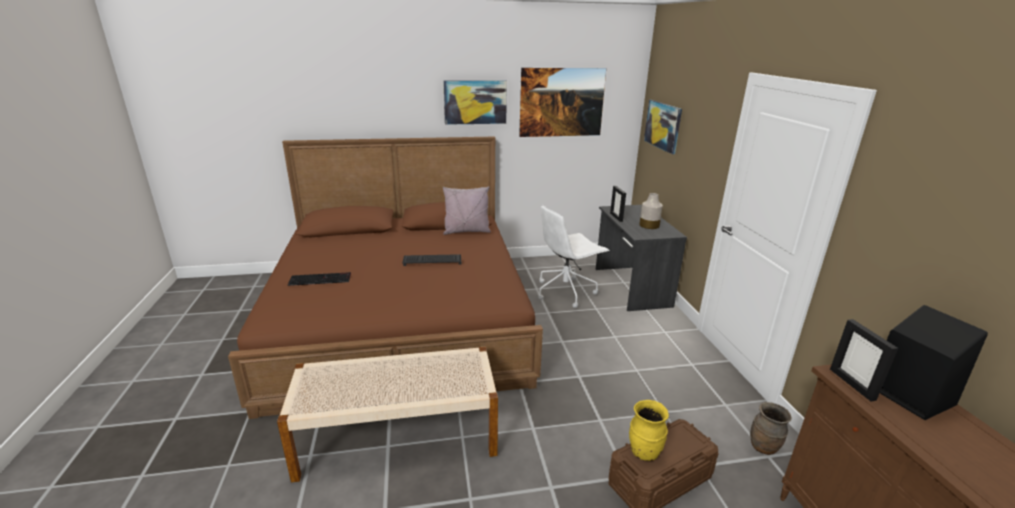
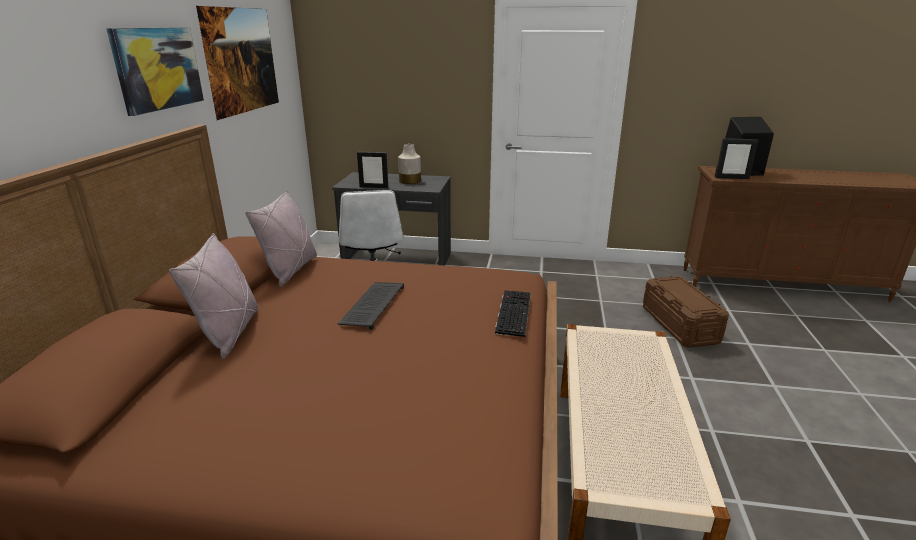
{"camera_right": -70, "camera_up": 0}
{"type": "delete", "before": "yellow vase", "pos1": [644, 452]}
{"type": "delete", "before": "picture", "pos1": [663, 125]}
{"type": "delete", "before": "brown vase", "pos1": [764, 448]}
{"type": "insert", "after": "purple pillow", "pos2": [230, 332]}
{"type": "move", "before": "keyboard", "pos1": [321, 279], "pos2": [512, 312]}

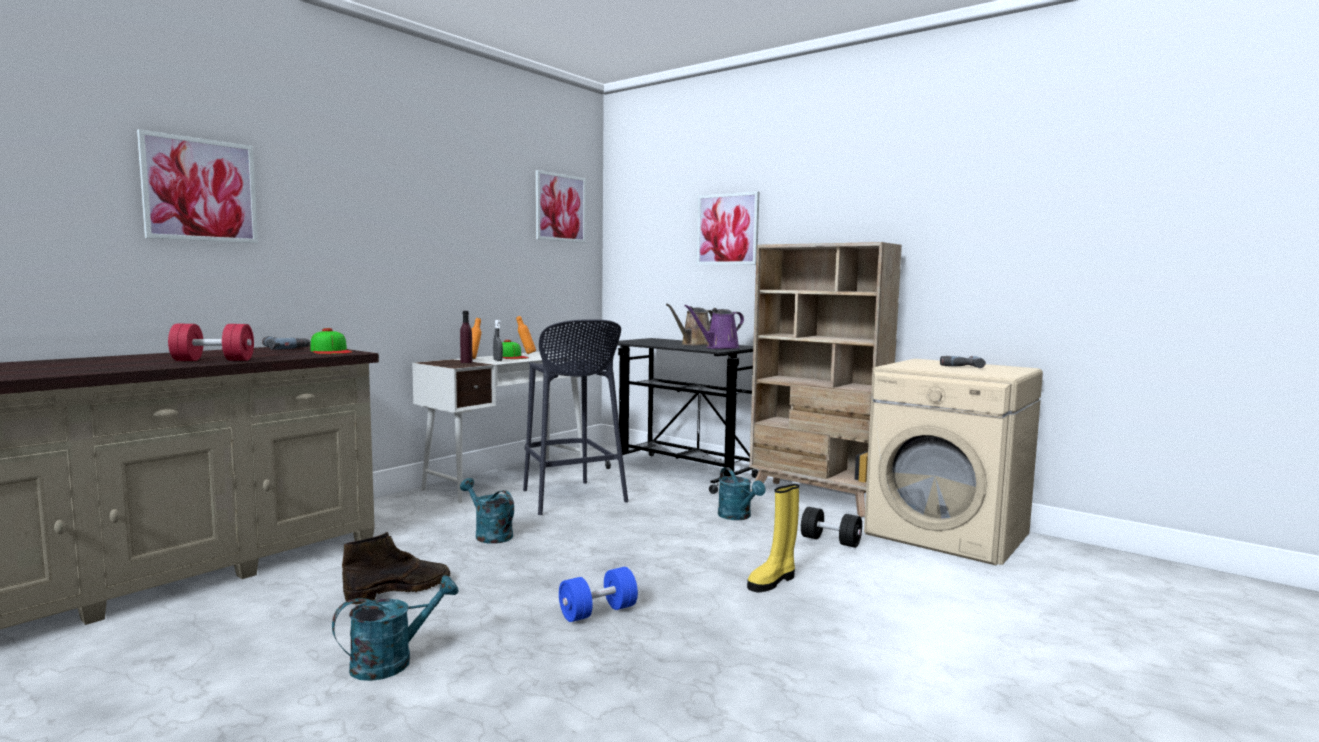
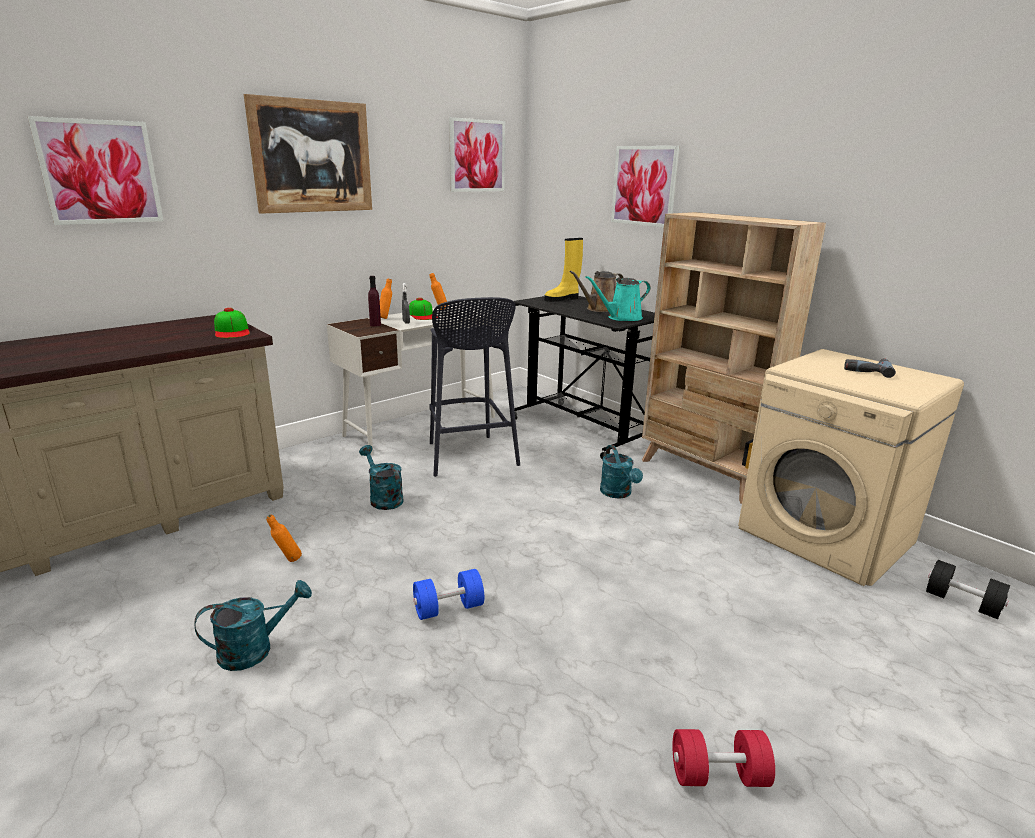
{"camera_right": 10, "camera_up": 15}
{"type": "delete", "before": "power drill", "pos1": [284, 347]}
{"type": "insert", "after": "picture", "pos2": [312, 157]}
{"type": "move", "before": "red dumbbell", "pos1": [213, 360], "pos2": [718, 775]}
{"type": "move", "before": "yellow boot", "pos1": [772, 581], "pos2": [562, 299]}
{"type": "move", "before": "black dumbbell", "pos1": [830, 541], "pos2": [962, 603]}
{"type": "replace", "before": "brown boot", "after": "orange bottle", "pos1": [400, 589], "pos2": [287, 561]}
{"type": "recolor", "before": "purple watering can", "after": "turquoise watering can", "pos1": [719, 348], "pos2": [621, 318]}

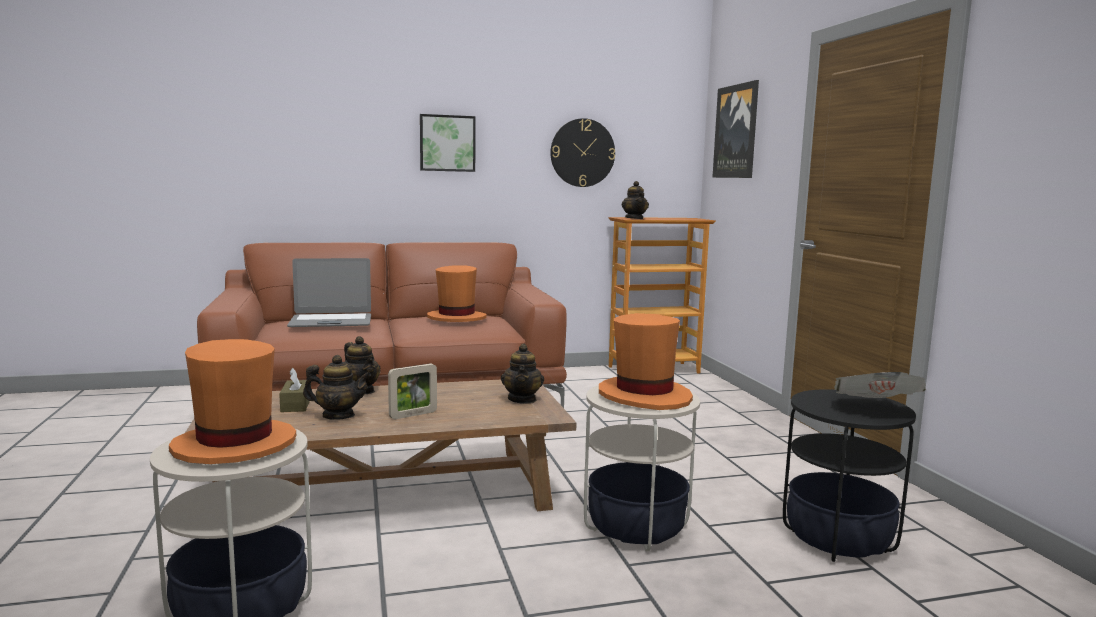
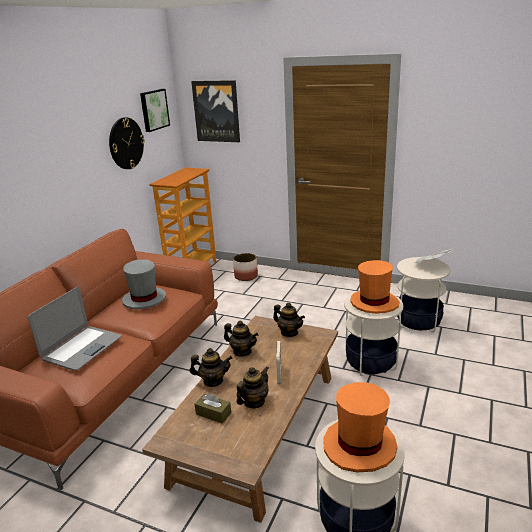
{"camera_right": -50, "camera_up": 15}
{"type": "insert", "after": "planter", "pos2": [246, 276]}
{"type": "move", "before": "picture", "pos1": [447, 143], "pos2": [153, 110]}
{"type": "move", "before": "teapot", "pos1": [634, 218], "pos2": [242, 352]}
{"type": "recolor", "before": "orange hat", "after": "grey hat", "pos1": [456, 318], "pos2": [144, 299]}
{"type": "recolor", "before": "black side table", "after": "beige side table", "pos1": [838, 541], "pos2": [418, 322]}

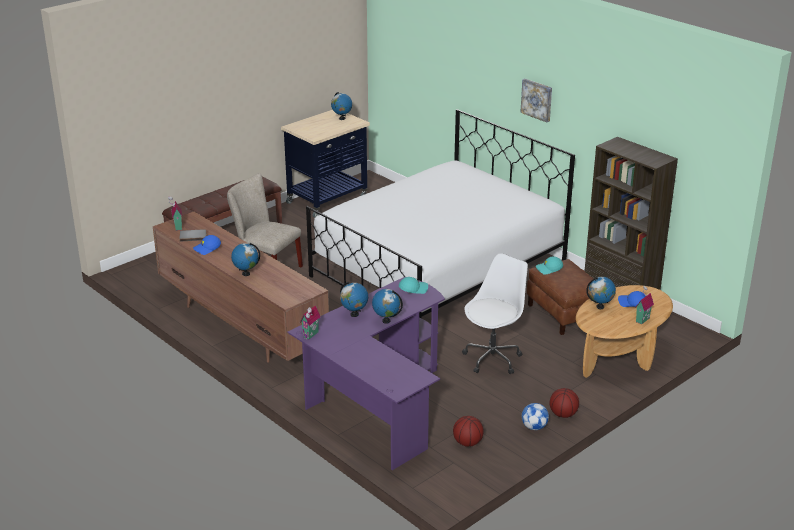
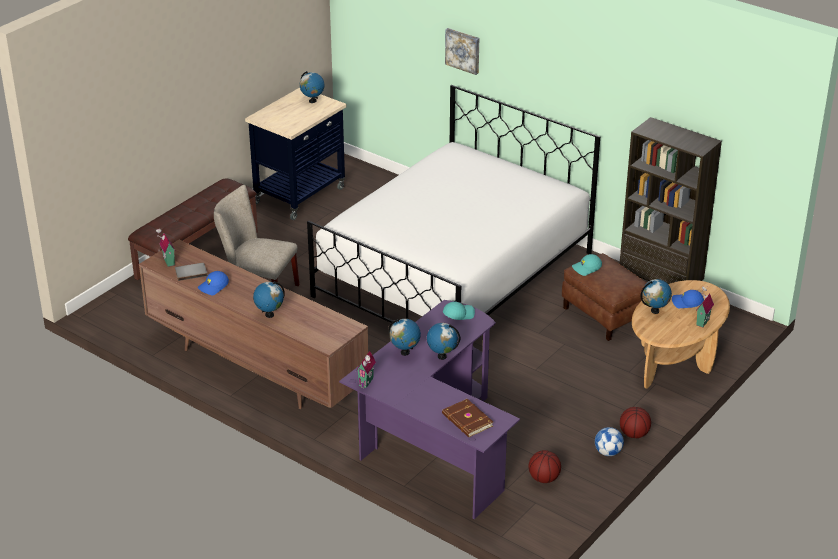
{"camera_right": -10, "camera_up": 5}
{"type": "delete", "before": "white office chair", "pos1": [493, 359]}
{"type": "insert", "after": "brown book", "pos2": [467, 420]}
{"type": "move", "before": "picture", "pos1": [537, 99], "pos2": [463, 50]}

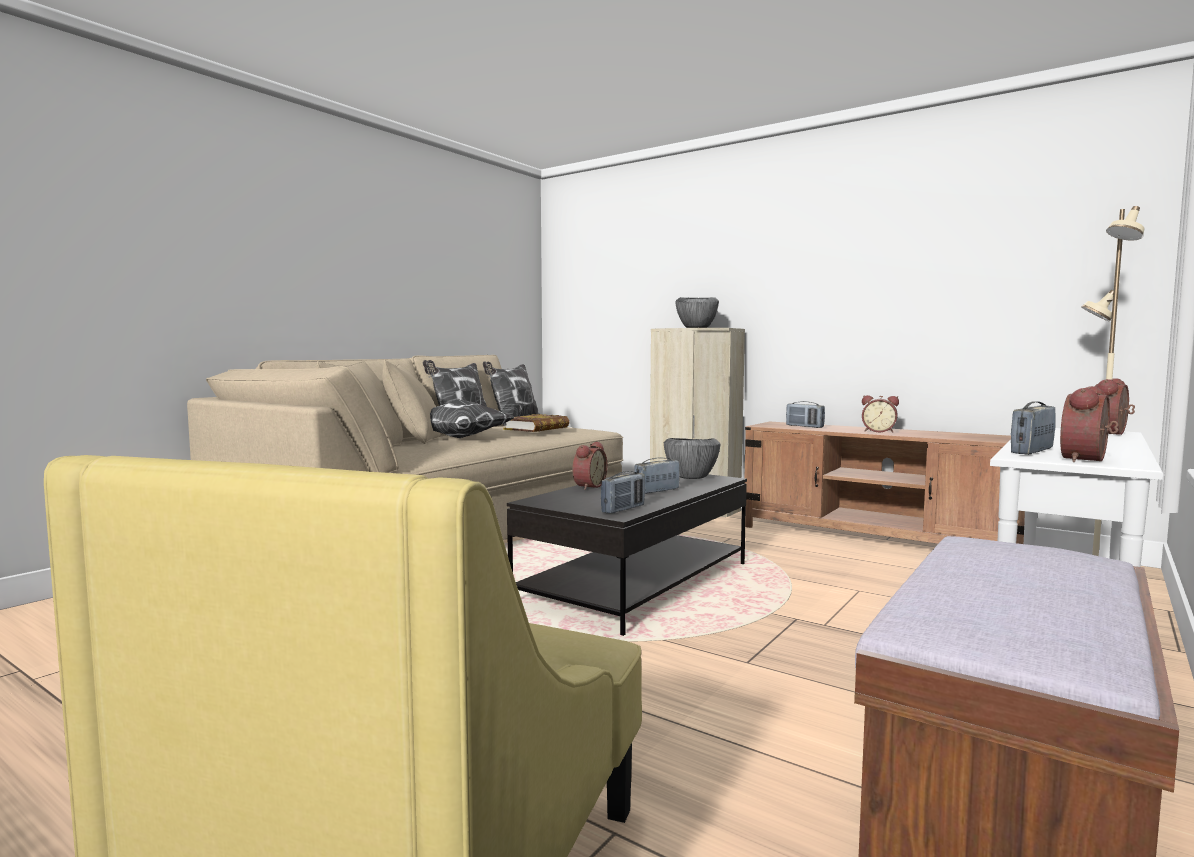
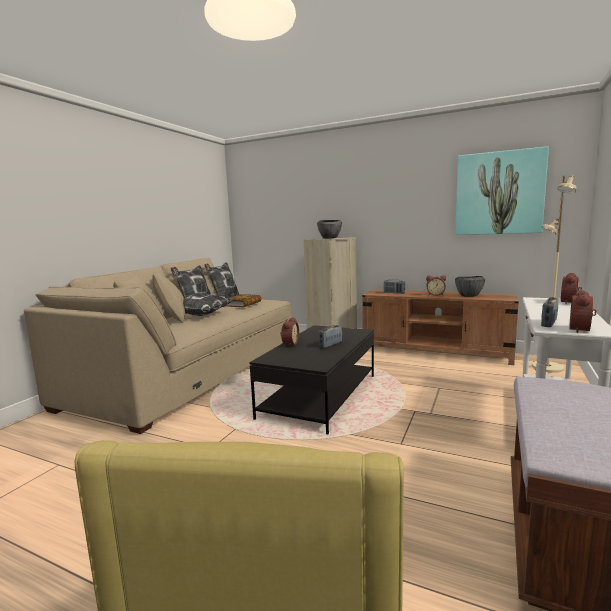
{"camera_right": -10, "camera_up": 5}
{"type": "delete", "before": "radio", "pos1": [623, 509]}
{"type": "insert", "after": "picture", "pos2": [499, 193]}
{"type": "move", "before": "bowl", "pos1": [691, 477], "pos2": [469, 296]}

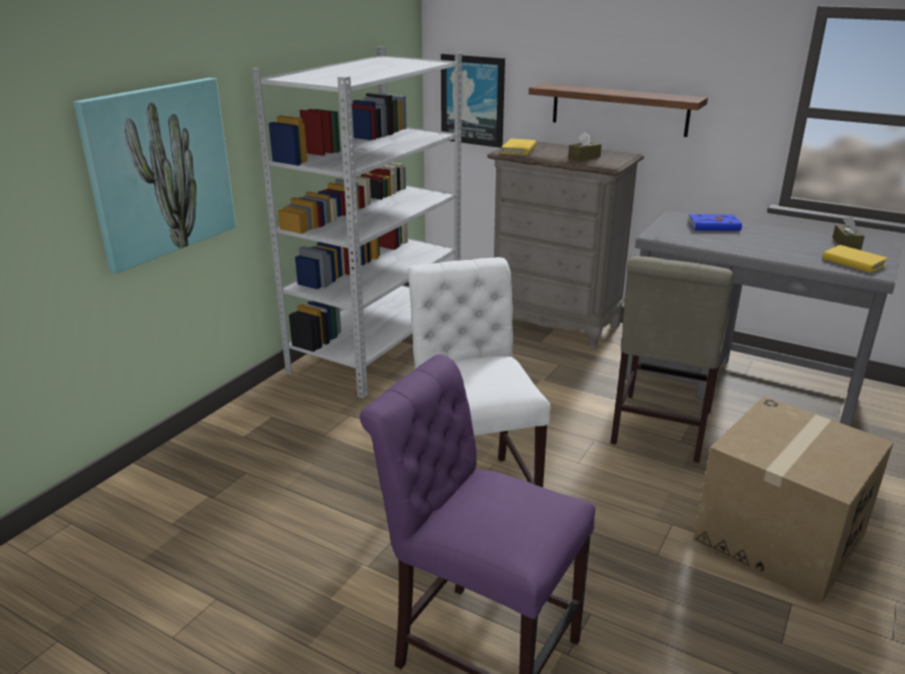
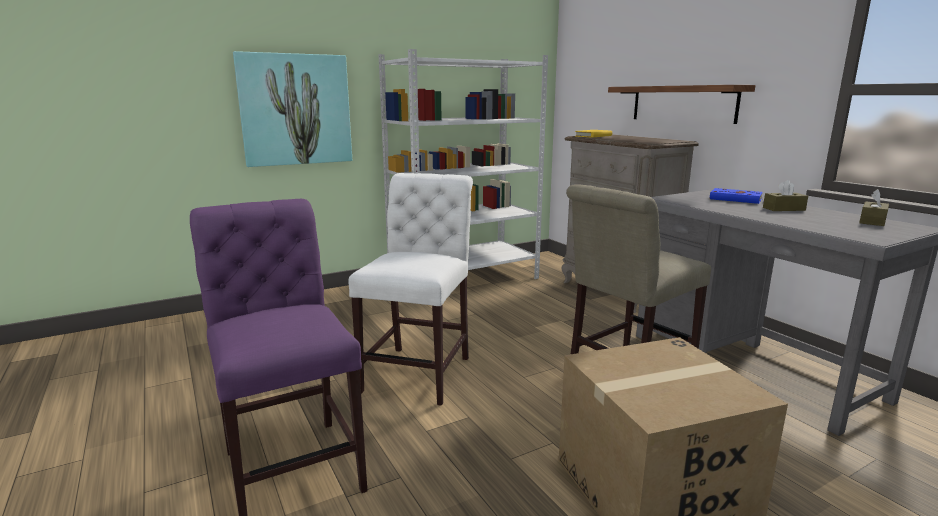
{"camera_right": 30, "camera_up": -10}
{"type": "delete", "before": "picture", "pos1": [473, 100]}
{"type": "delete", "before": "yellow book", "pos1": [853, 262]}
{"type": "move", "before": "brown tissue box", "pos1": [584, 157], "pos2": [783, 209]}

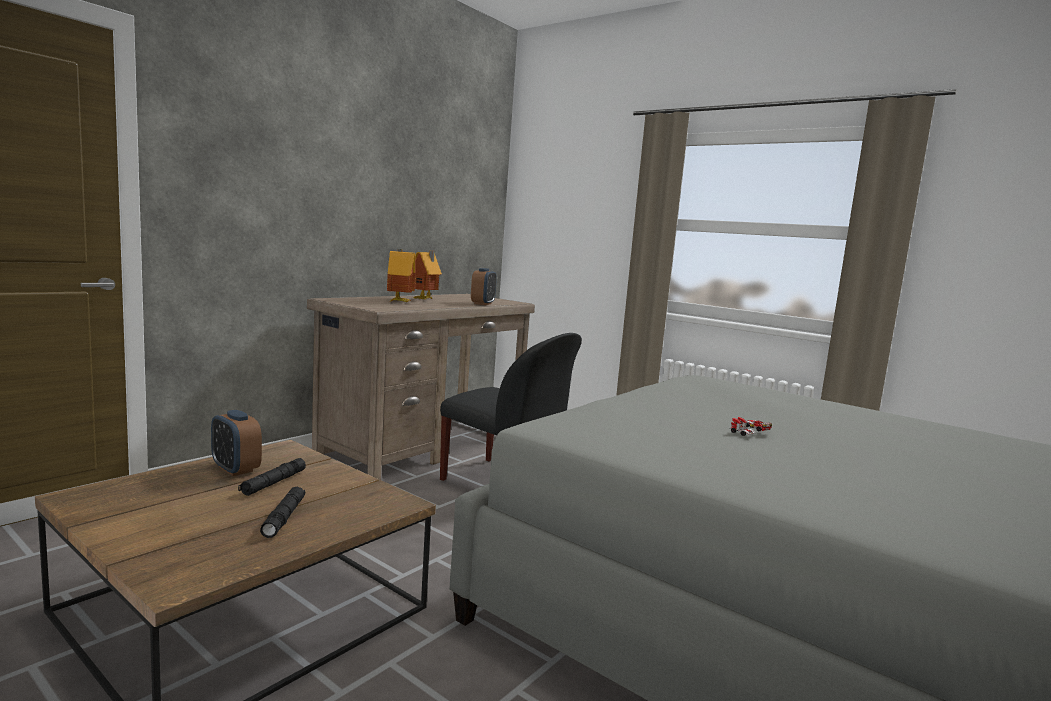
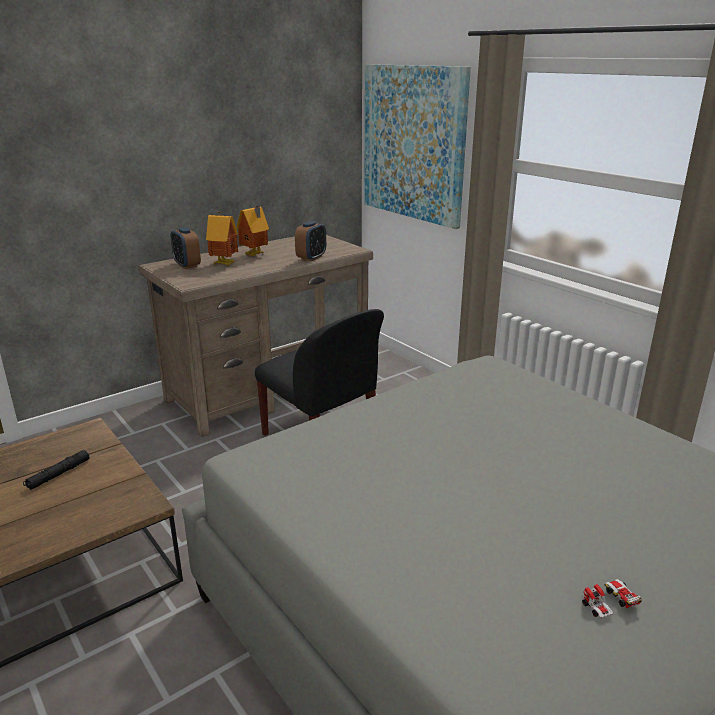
{"camera_right": 15, "camera_up": 15}
{"type": "delete", "before": "black flashlight", "pos1": [284, 517]}
{"type": "insert", "after": "picture", "pos2": [413, 143]}
{"type": "move", "before": "alarm clock", "pos1": [235, 469], "pos2": [187, 265]}
{"type": "move", "before": "toy car", "pos1": [748, 432], "pos2": [608, 603]}

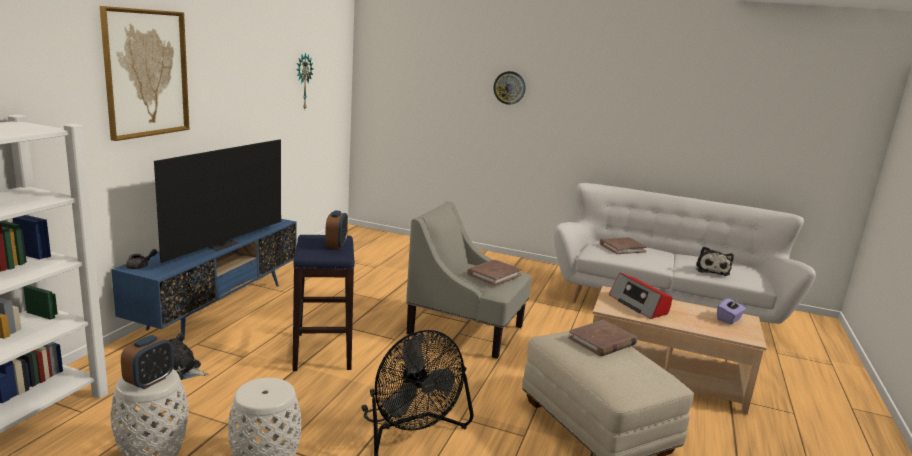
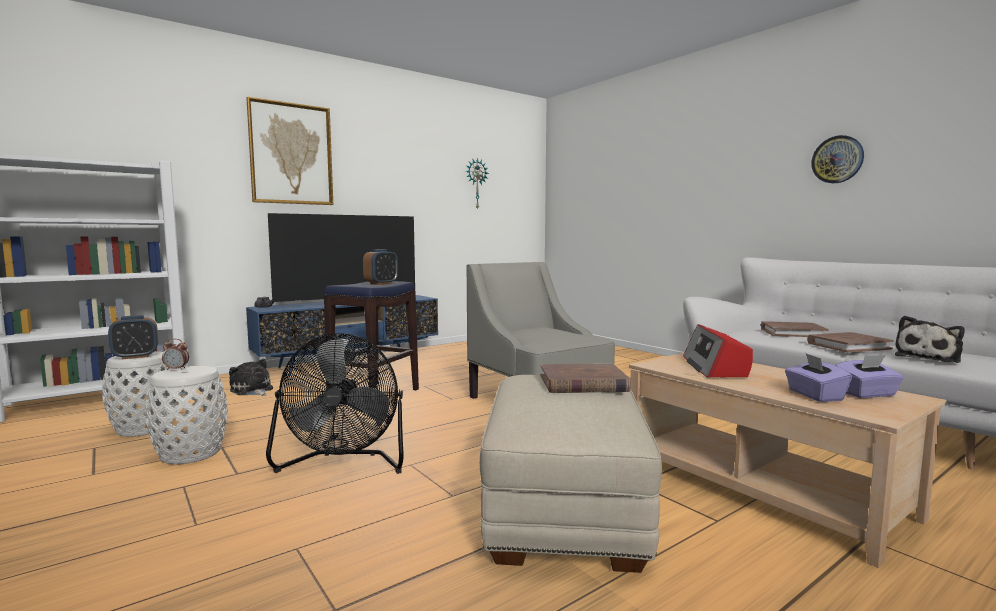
{"camera_right": 35, "camera_up": -10}
{"type": "insert", "after": "alarm clock", "pos2": [176, 369]}
{"type": "insert", "after": "purple tissue box", "pos2": [814, 395]}
{"type": "move", "before": "brown book", "pos1": [494, 275], "pos2": [848, 346]}
{"type": "move", "before": "wall clock", "pos1": [509, 87], "pos2": [837, 159]}

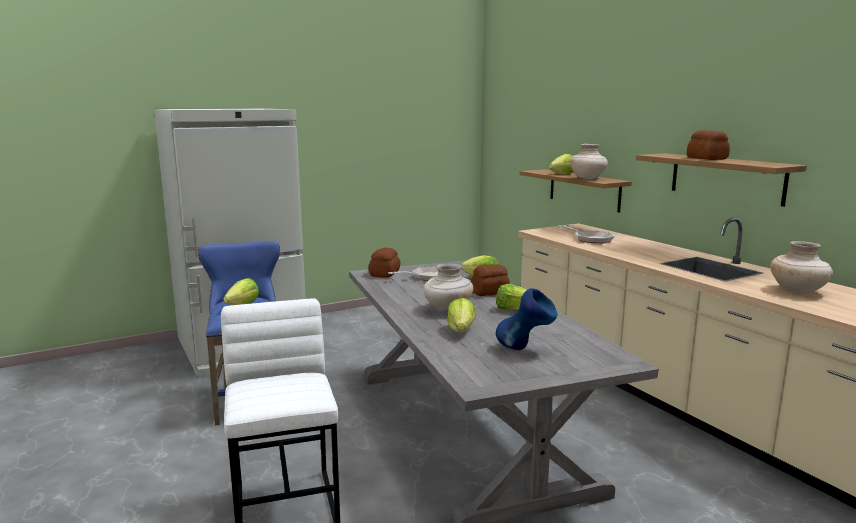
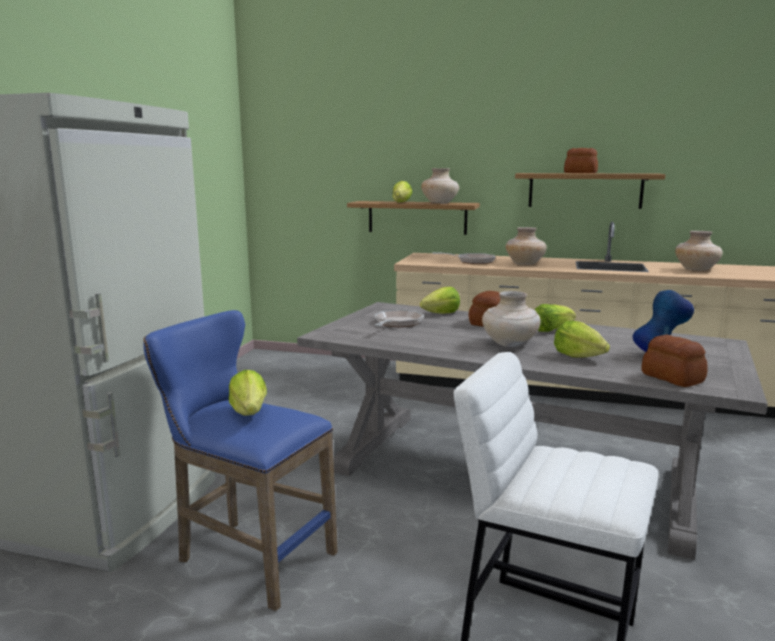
{"camera_right": -45, "camera_up": 0}
{"type": "insert", "after": "beige vase", "pos2": [525, 264]}
{"type": "move", "before": "bread", "pos1": [384, 273], "pos2": [672, 378]}

